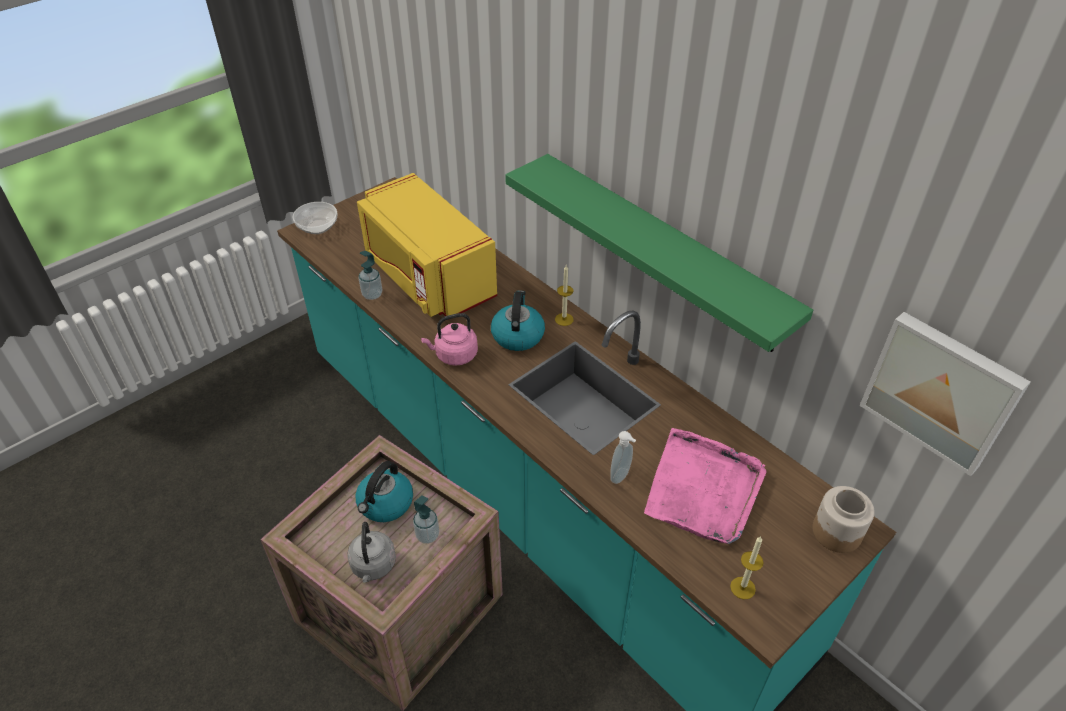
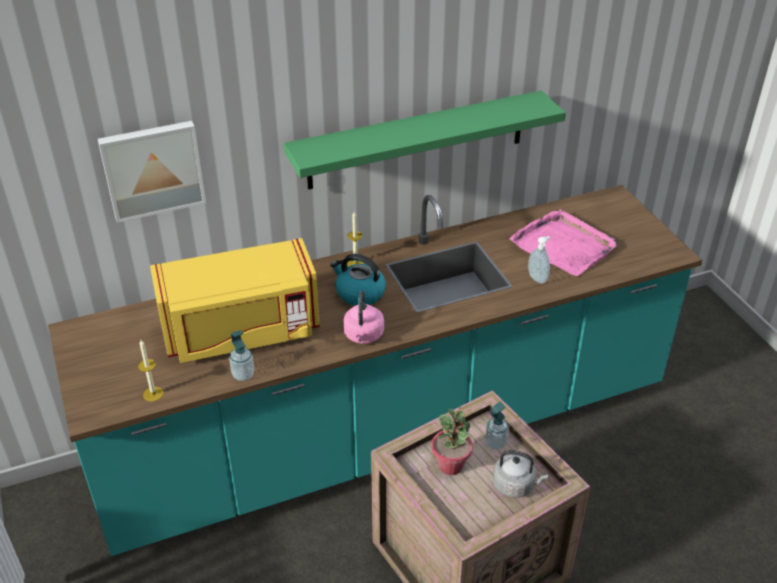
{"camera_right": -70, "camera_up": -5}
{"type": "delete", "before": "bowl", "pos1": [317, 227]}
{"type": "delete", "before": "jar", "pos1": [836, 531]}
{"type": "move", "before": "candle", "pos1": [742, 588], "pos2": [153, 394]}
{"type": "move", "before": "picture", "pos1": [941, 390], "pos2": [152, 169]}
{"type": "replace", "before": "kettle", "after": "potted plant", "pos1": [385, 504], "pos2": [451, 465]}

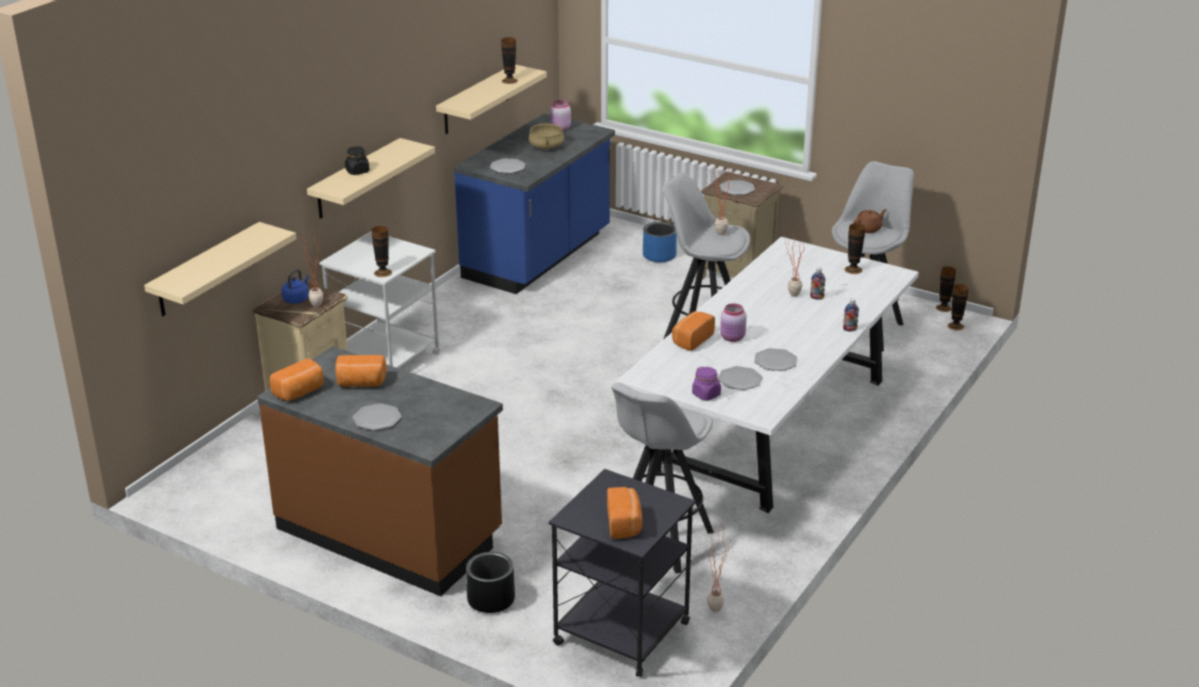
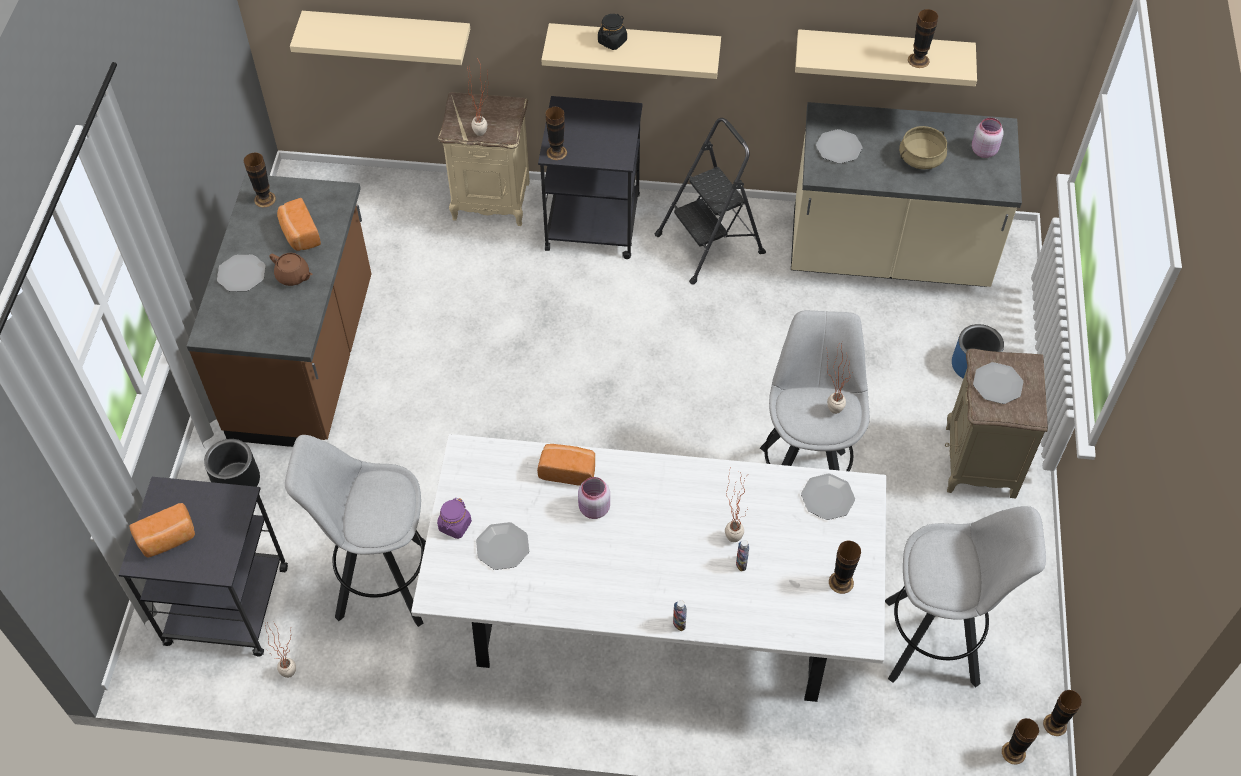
{"camera_right": 65, "camera_up": 25}
{"type": "delete", "before": "blue kettle", "pos1": [297, 299]}
{"type": "insert", "after": "black step ladder", "pos2": [713, 242]}
{"type": "move", "before": "plate", "pos1": [775, 361], "pos2": [827, 497]}
{"type": "move", "before": "brown teapot", "pos1": [868, 229], "pos2": [293, 276]}
{"type": "replace", "before": "bread", "after": "vase", "pos1": [300, 392], "pos2": [264, 199]}
{"type": "recolor", "before": "white cart", "after": "black cart", "pos1": [386, 358], "pos2": [594, 223]}
{"type": "recolor", "before": "blue counter", "after": "beige counter", "pos1": [538, 257], "pos2": [888, 254]}

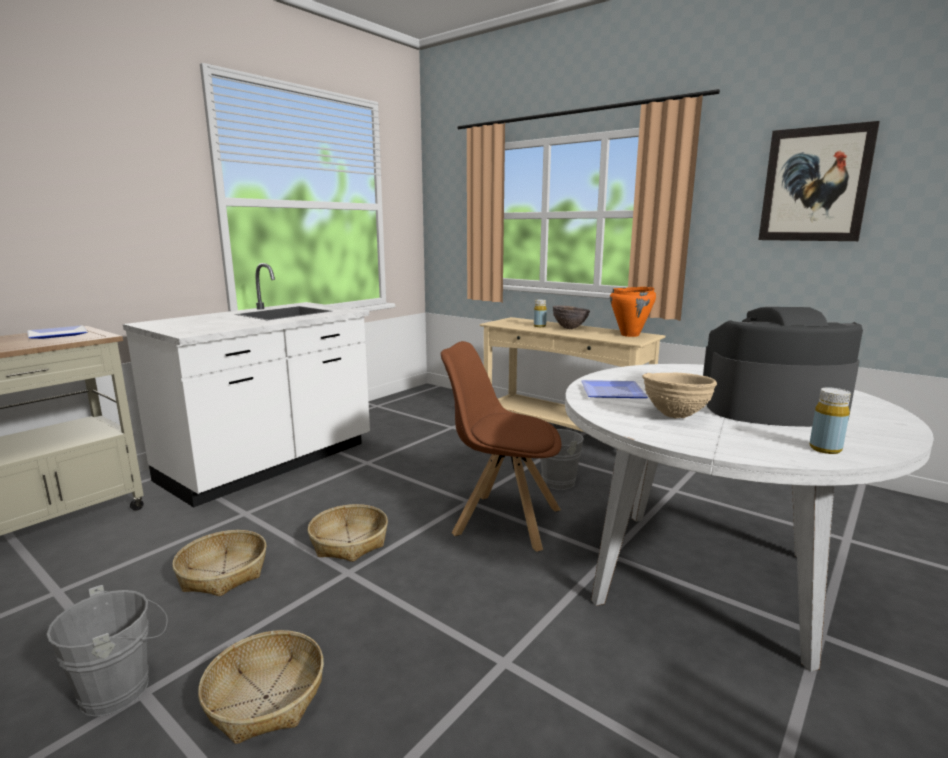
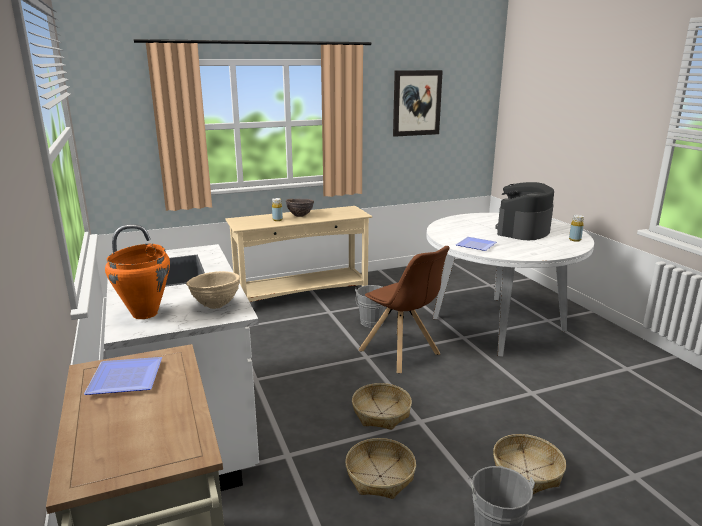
{"camera_right": -60, "camera_up": 5}
{"type": "move", "before": "orange cooking pot", "pos1": [630, 335], "pos2": [145, 314]}
{"type": "move", "before": "beige bowl", "pos1": [675, 416], "pos2": [216, 306]}
{"type": "rotate", "before": "brown chair", "pos1": [502, 520], "pos2": [402, 353], "turn": -90}

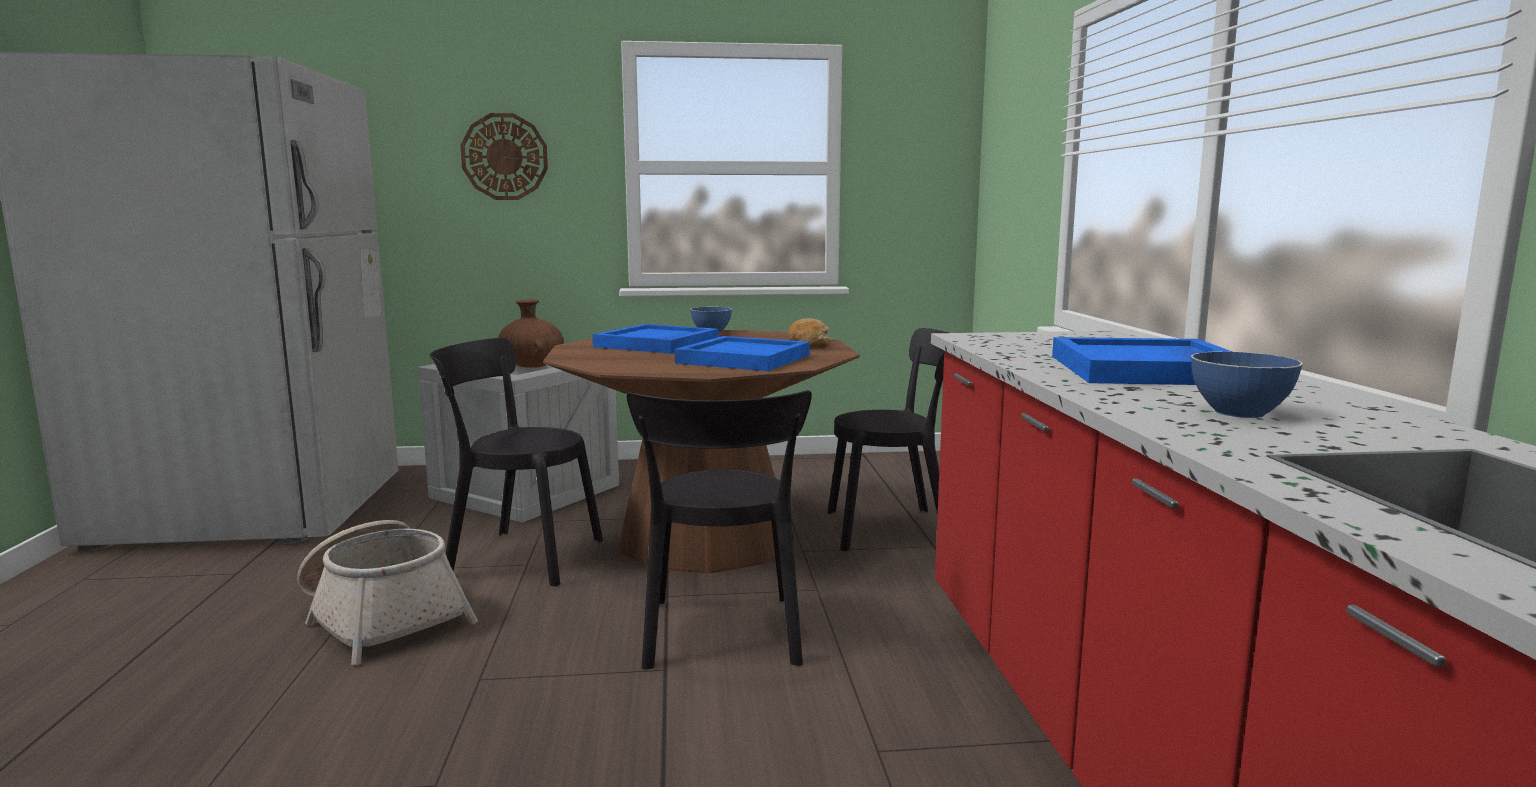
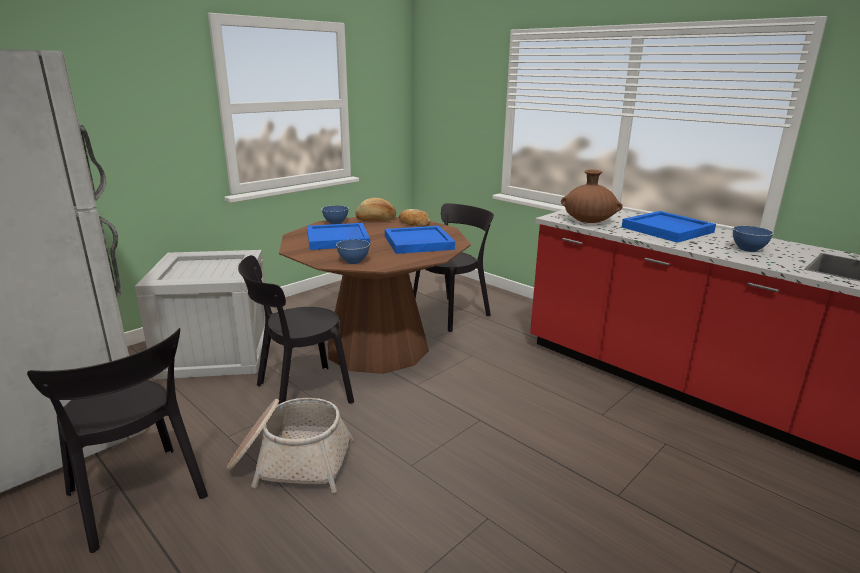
{"camera_right": -40, "camera_up": 10}
{"type": "delete", "before": "wall clock", "pos1": [504, 157]}
{"type": "insert", "after": "blue bowl", "pos2": [353, 261]}
{"type": "insert", "after": "bread", "pos2": [376, 219]}
{"type": "move", "before": "brown vase", "pos1": [532, 366], "pos2": [588, 221]}
{"type": "move", "before": "black chair", "pos1": [722, 637], "pos2": [138, 499]}

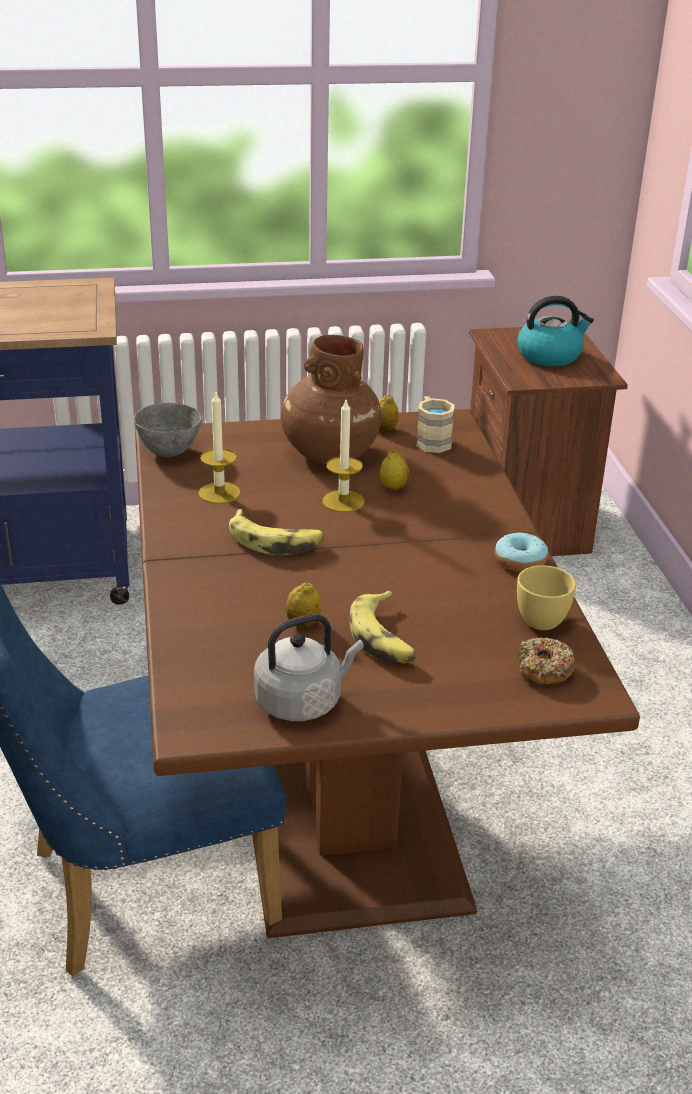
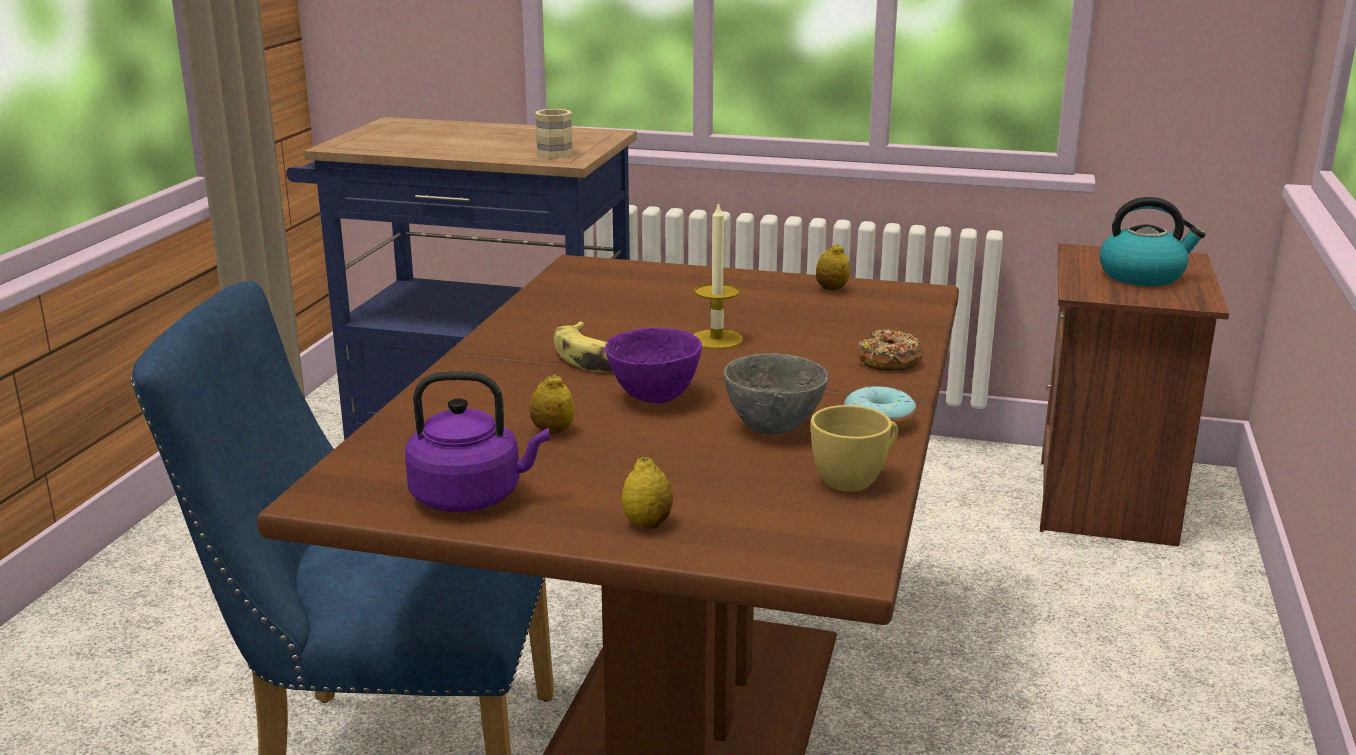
{"camera_right": 25, "camera_up": -10}
{"type": "delete", "before": "candle", "pos1": [219, 493]}
{"type": "delete", "before": "brown vase", "pos1": [329, 453]}
{"type": "delete", "before": "banana", "pos1": [384, 638]}
{"type": "insert", "after": "purple bowl", "pos2": [656, 398]}
{"type": "move", "before": "grey bowl", "pos1": [169, 451], "pos2": [773, 427]}
{"type": "move", "before": "lemon", "pos1": [394, 487], "pos2": [647, 524]}
{"type": "move", "before": "beige mug", "pos1": [431, 440], "pos2": [556, 152]}
{"type": "move", "before": "donut", "pos1": [544, 670], "pos2": [889, 361]}
{"type": "recolor", "before": "grey kettle", "after": "purple kettle", "pos1": [302, 701], "pos2": [472, 497]}

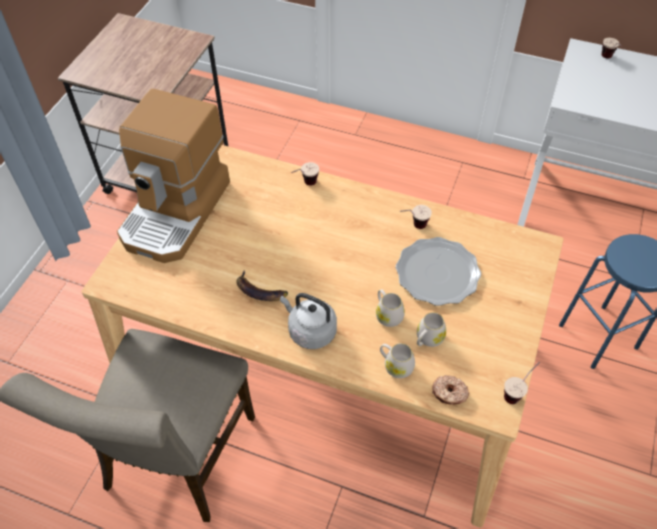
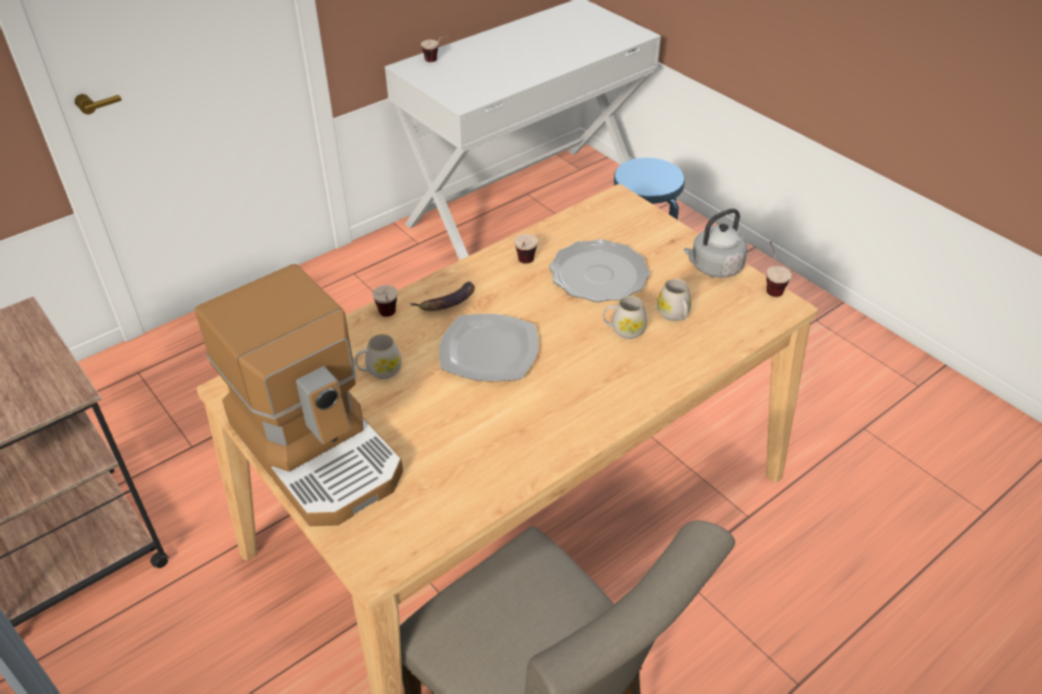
{"camera_right": -60, "camera_up": -10}
{"type": "delete", "before": "donut", "pos1": [449, 393]}
{"type": "insert", "after": "plate", "pos2": [490, 351]}
{"type": "move", "before": "banana", "pos1": [259, 291], "pos2": [447, 302]}
{"type": "move", "before": "grey kettle", "pos1": [310, 331], "pos2": [713, 268]}
{"type": "move", "before": "white mug", "pos1": [395, 365], "pos2": [379, 371]}

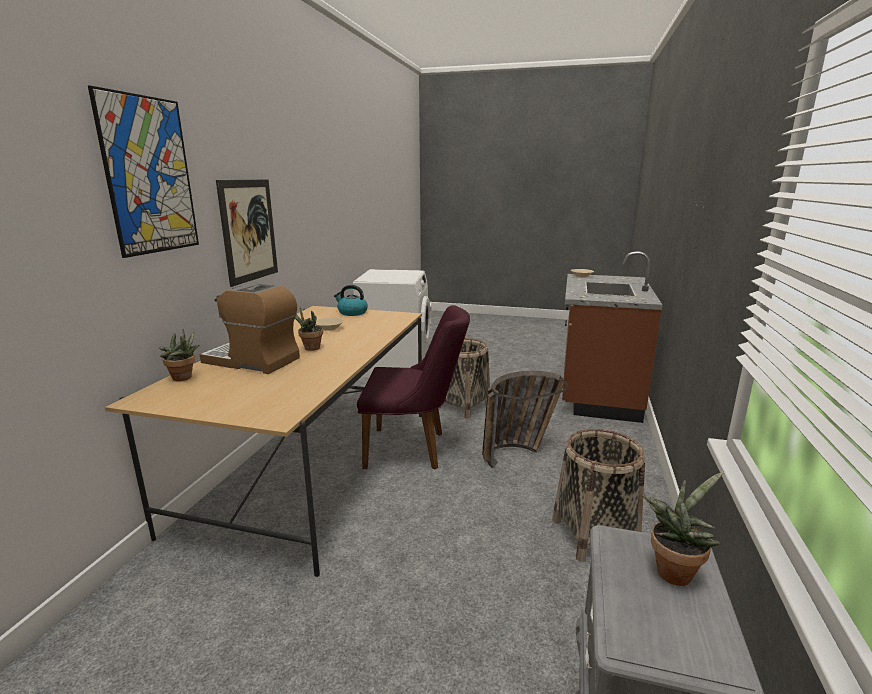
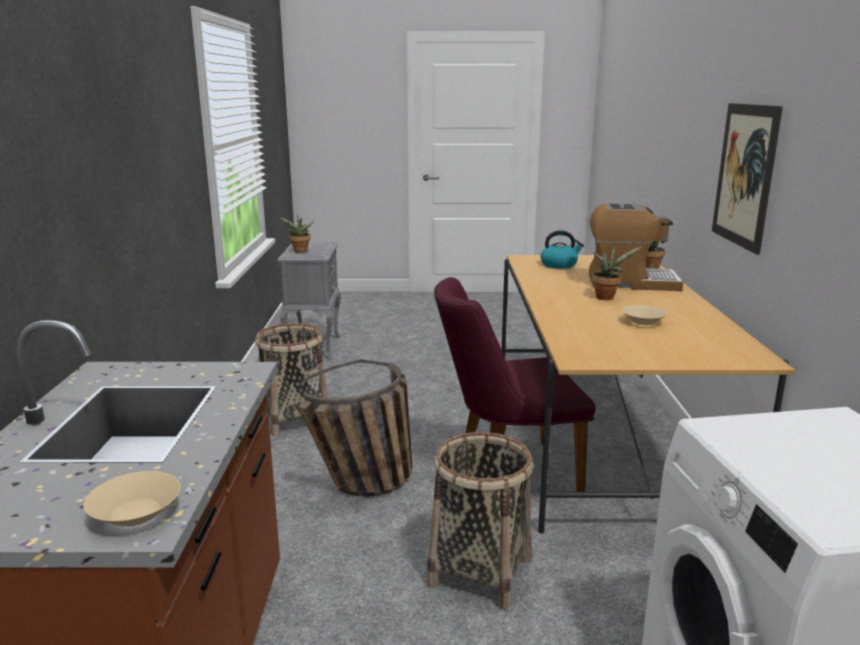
{"camera_right": 165, "camera_up": 0}
{"type": "delete", "before": "picture", "pos1": [149, 176]}
{"type": "move", "before": "kettle", "pos1": [352, 313], "pos2": [559, 265]}

